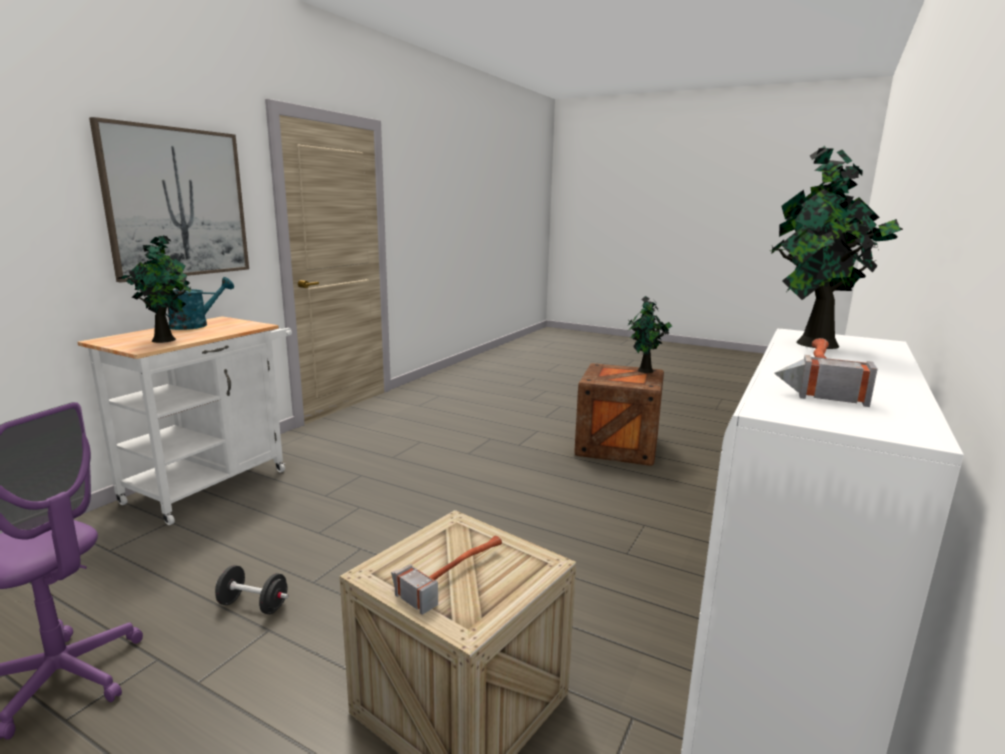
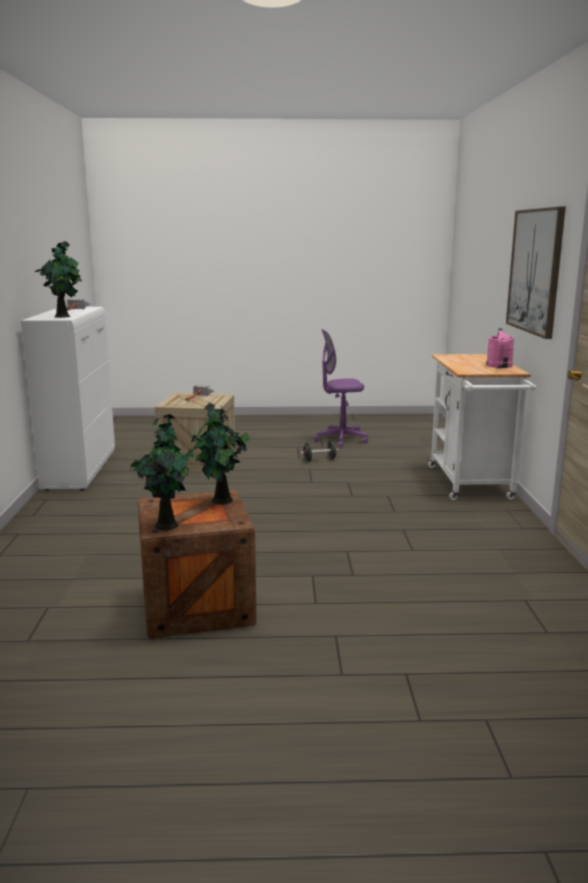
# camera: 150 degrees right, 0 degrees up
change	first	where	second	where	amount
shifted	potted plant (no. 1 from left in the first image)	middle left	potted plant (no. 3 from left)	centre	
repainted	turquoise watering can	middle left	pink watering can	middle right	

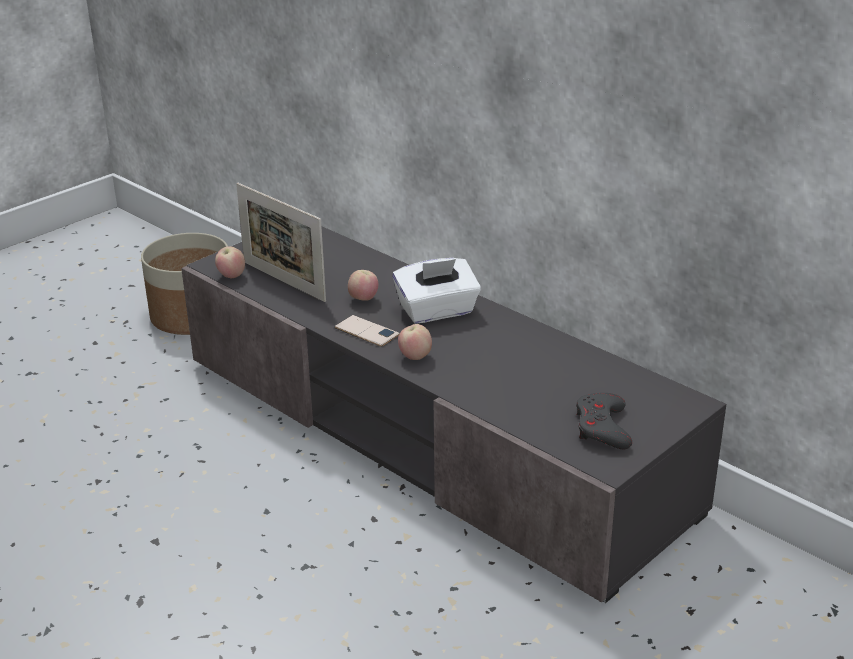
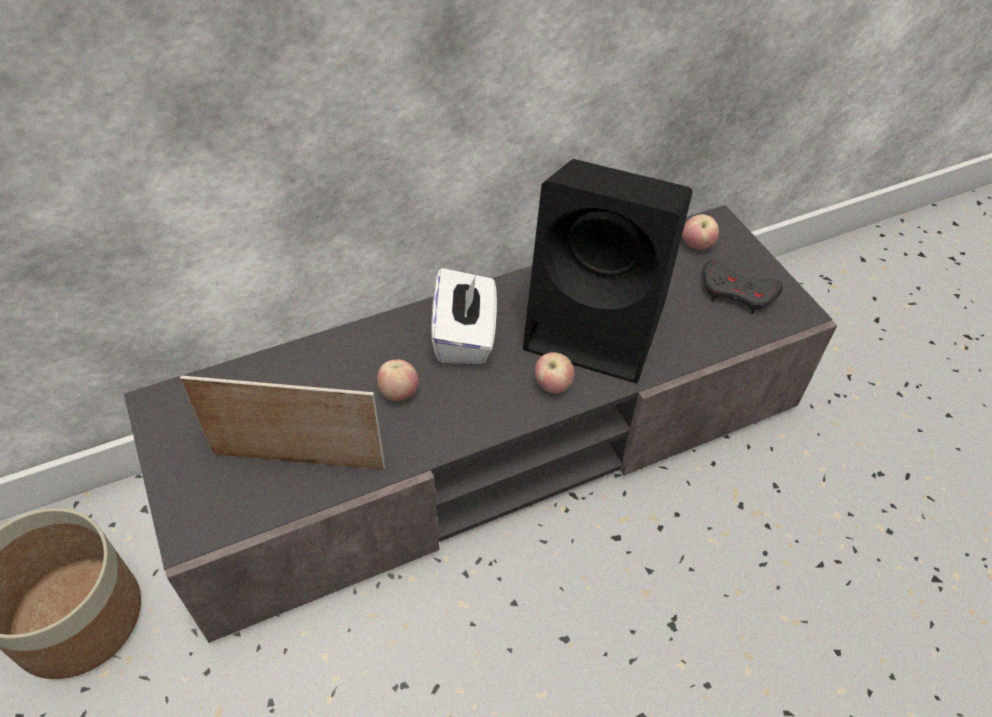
# camera: 70 degrees left, 20 degrees up
change	first	where	second	where	amount
shifted	apple (no. 1 from left in the first image)	middle left	apple (no. 3 from left)	top right	
rotated	picture frame	middle left		middle left	150 degrees counterclockwise
gone	phone	centre			
new			black speaker	centre	

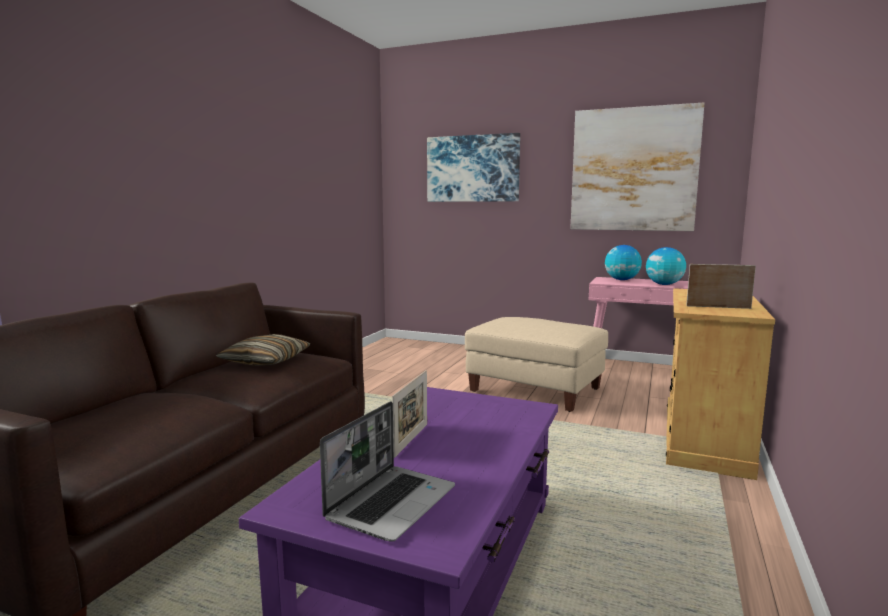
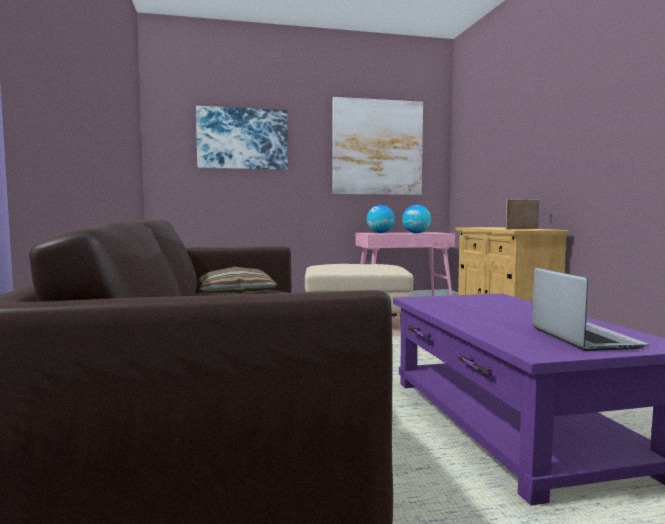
# camera: 35 degrees left, 5 degrees down
change	first	where	second	where	amount
gone	picture frame (no. 1 from left)	bottom centre			

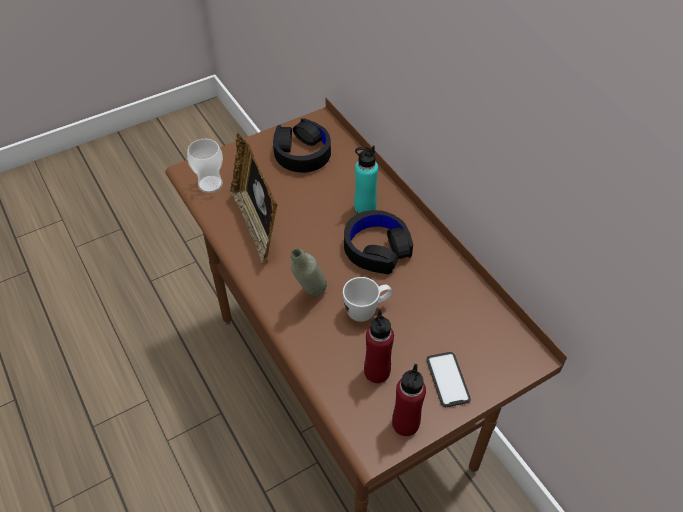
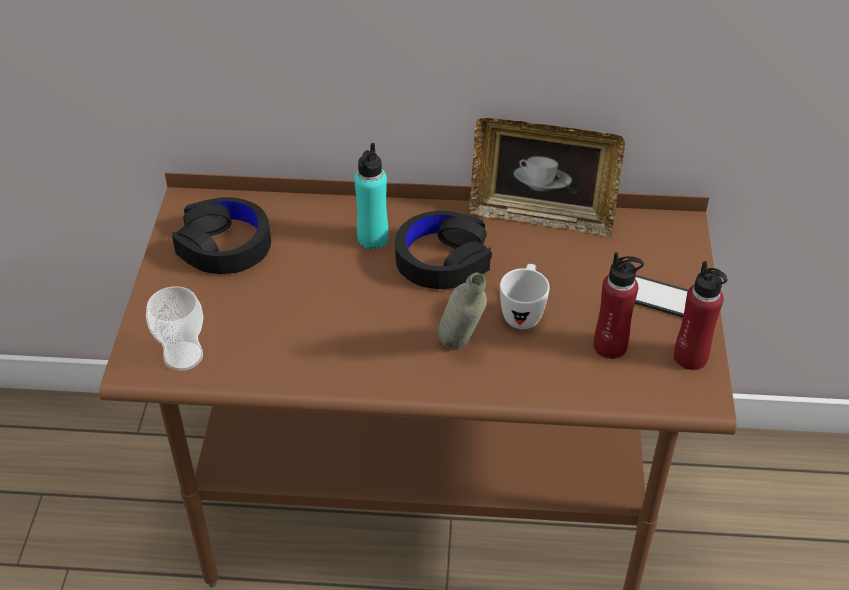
# camera: 55 degrees left, 5 degrees down
change	first	where	second	where	amount
shifted	picture frame	centre		top centre	

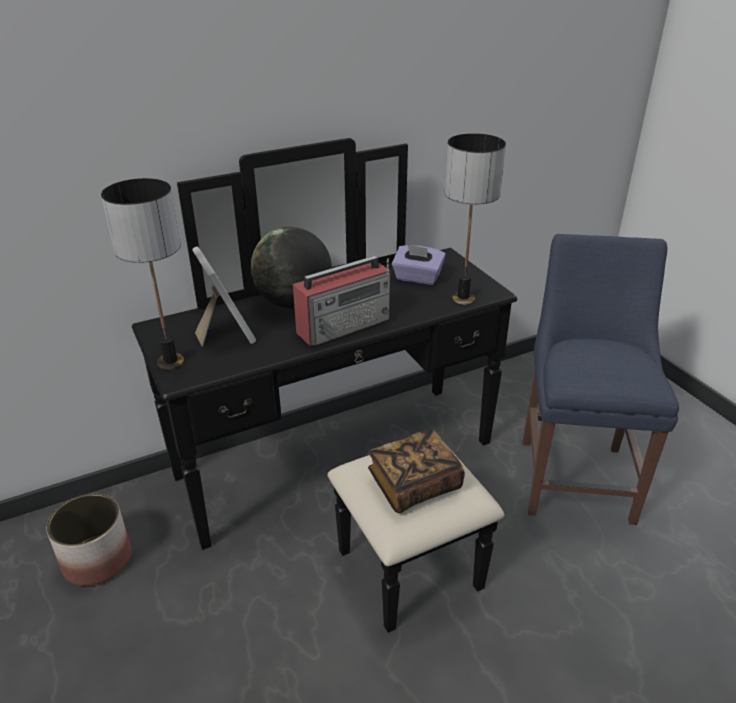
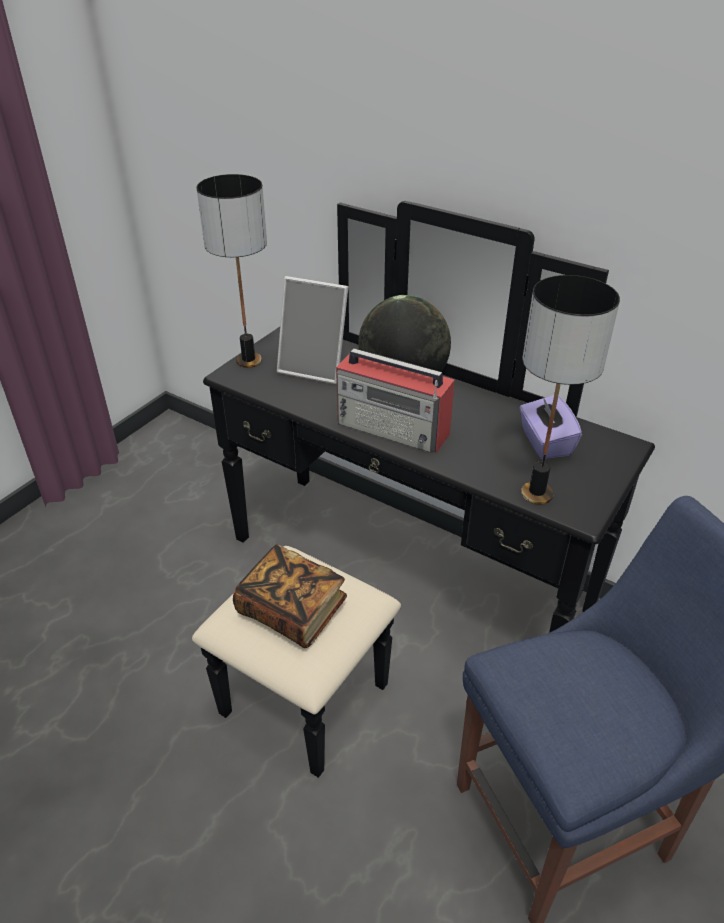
# camera: 60 degrees right, 5 degrees up
change	first	where	second	where	amount
gone	planter	bottom left			
rotated	picture frame	middle left		centre	75 degrees clockwise

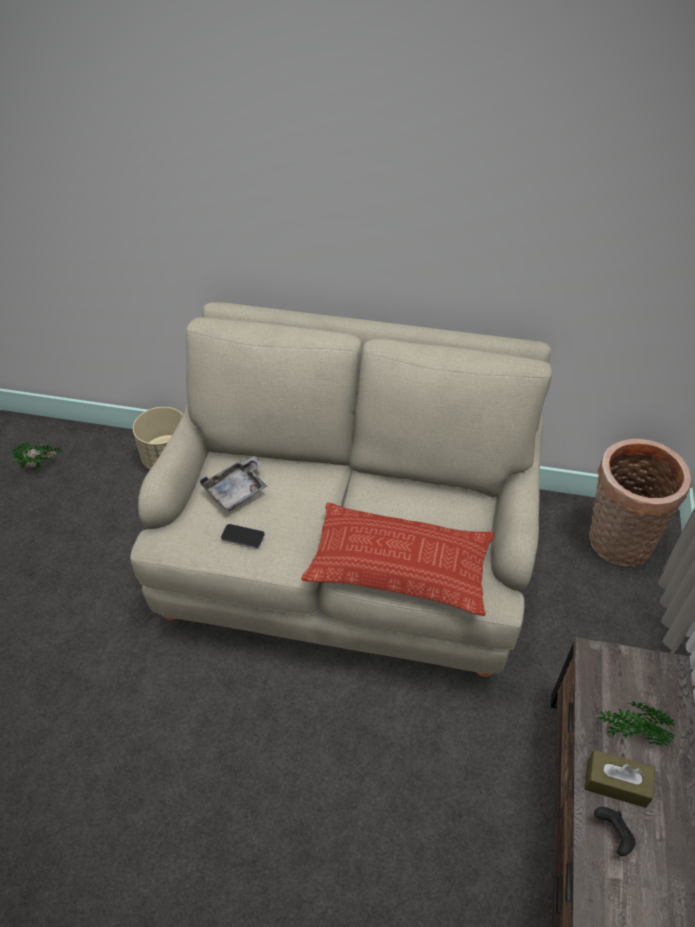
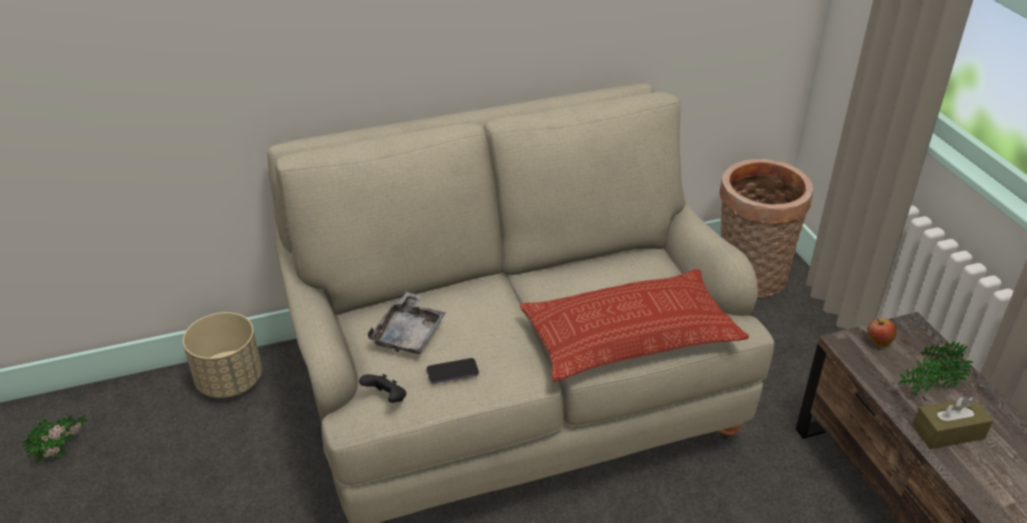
# camera: 30 degrees left, 10 degrees down
change	first	where	second	where	amount
shifted	black game controller	bottom right		bottom centre	
new			apple	middle right	

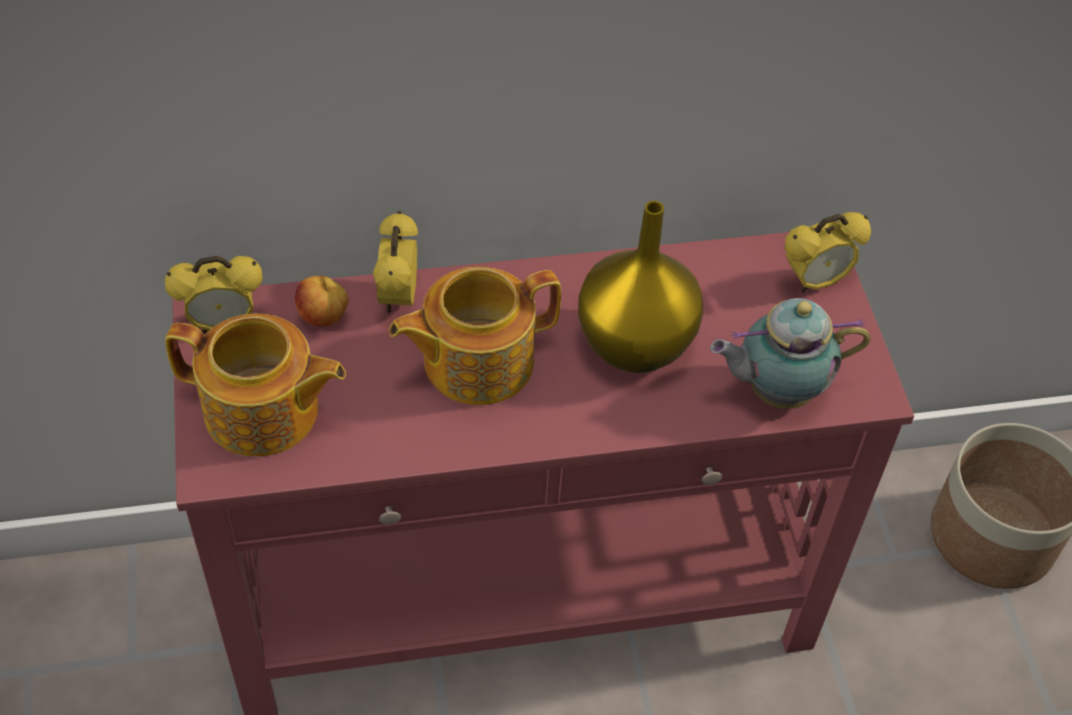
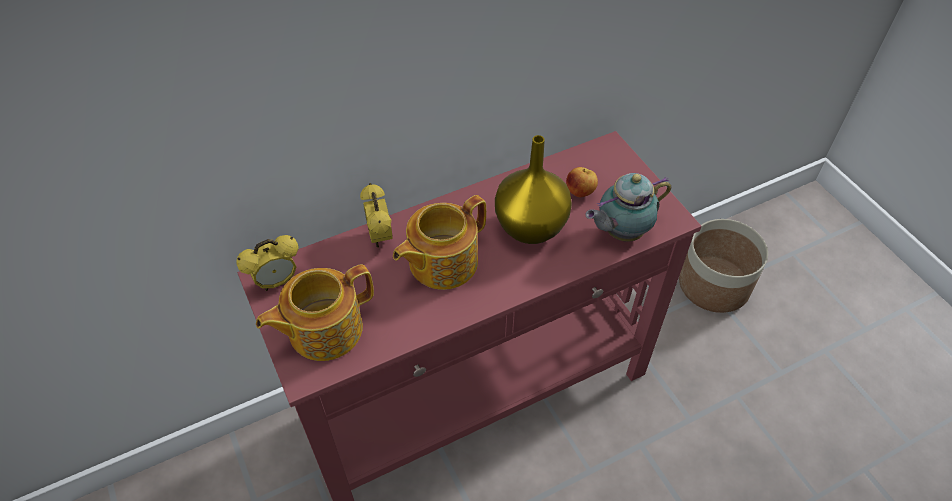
# camera: 15 degrees left, 0 degrees up
change	first	where	second	where	amount
rotated	teapot (no. 1 from left)	middle left		middle left	150 degrees clockwise
shifted	apple	middle left		centre	
gone	alarm clock (no. 3 from left)	middle right			

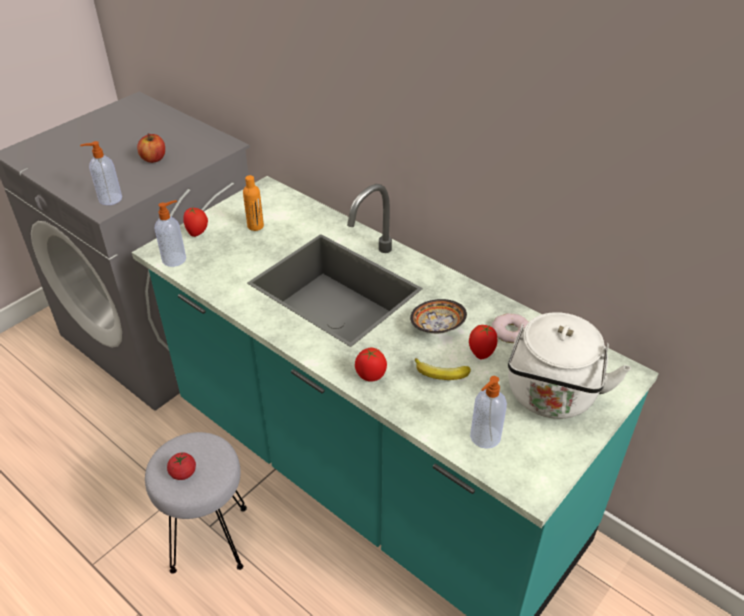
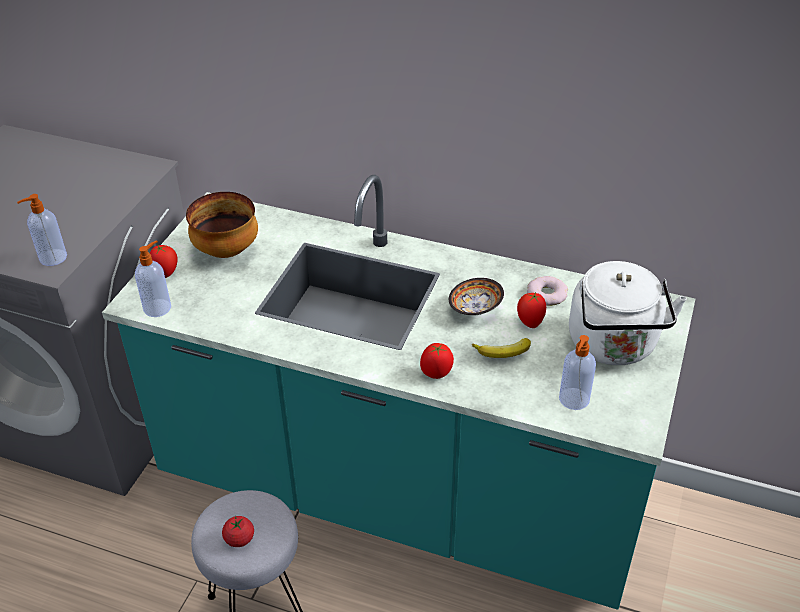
# camera: 20 degrees left, 0 degrees up
change	first	where	second	where	amount
gone	apple	top left			
swapped	orange bottle	top centre	bowl (no. 1 from left)	middle left	

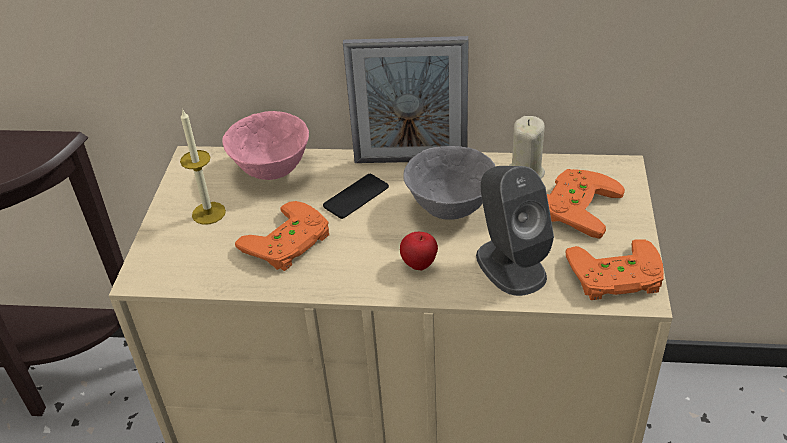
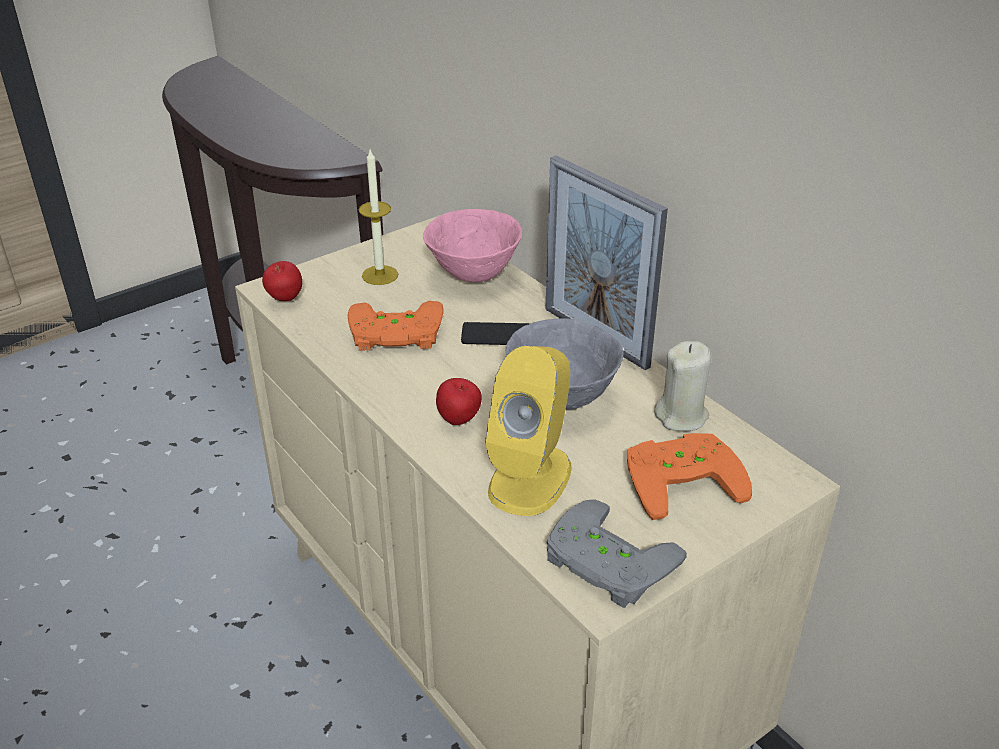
# camera: 45 degrees right, 5 degrees down
change	first	where	second	where	amount
repainted	grey speaker	centre	yellow speaker	centre	
repainted	orange game controller (no. 3 from left)	middle right	grey game controller	bottom centre	
new			apple (no. 1 from left)	middle left	

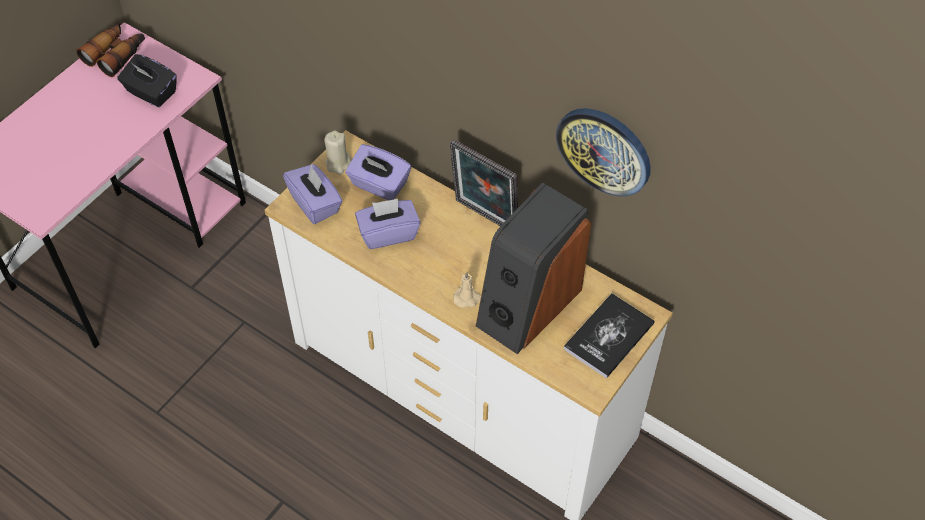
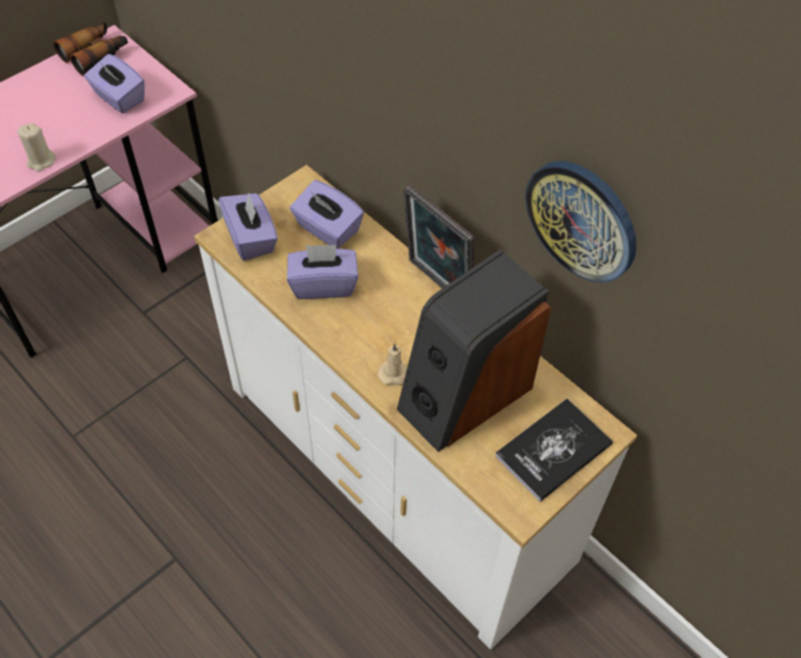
# camera: 10 degrees right, 0 degrees up
change	first	where	second	where	amount
repainted	black tissue box	top left	purple tissue box (no. 1 from left)	top left	
shifted	beige candle (no. 1 from left)	top centre		top left	

